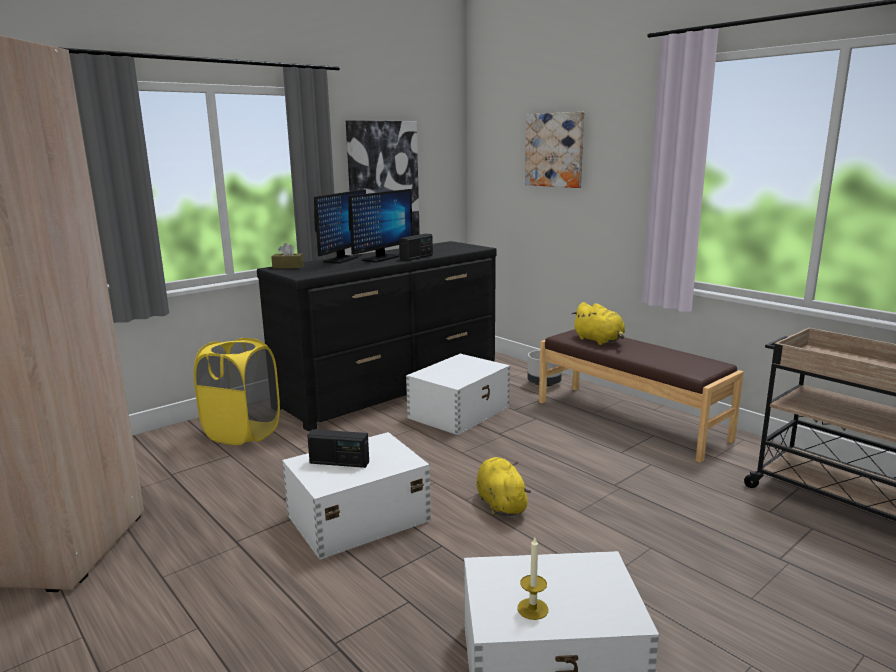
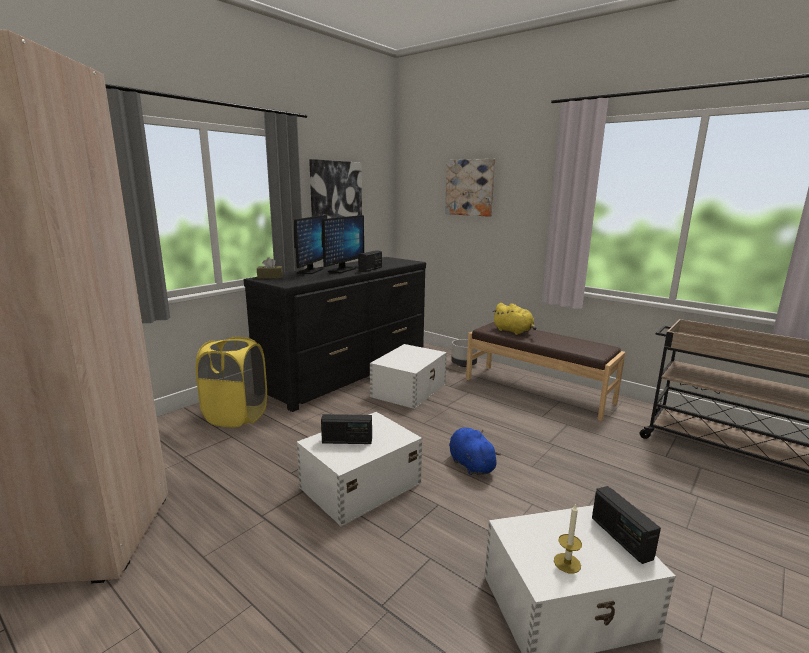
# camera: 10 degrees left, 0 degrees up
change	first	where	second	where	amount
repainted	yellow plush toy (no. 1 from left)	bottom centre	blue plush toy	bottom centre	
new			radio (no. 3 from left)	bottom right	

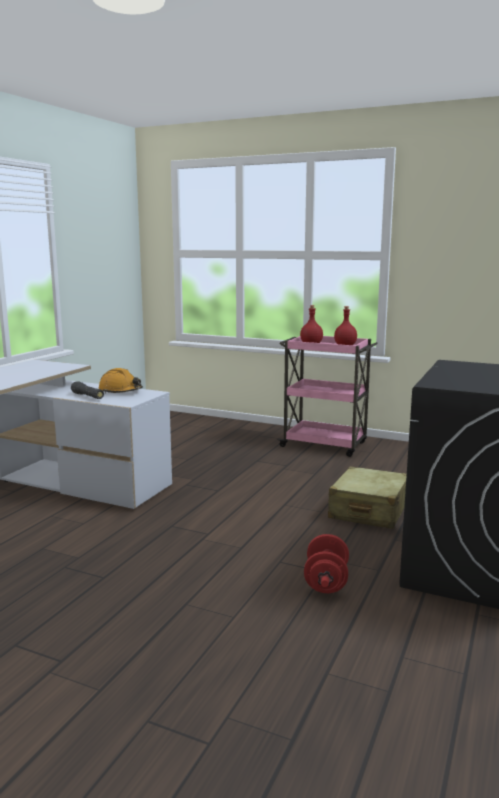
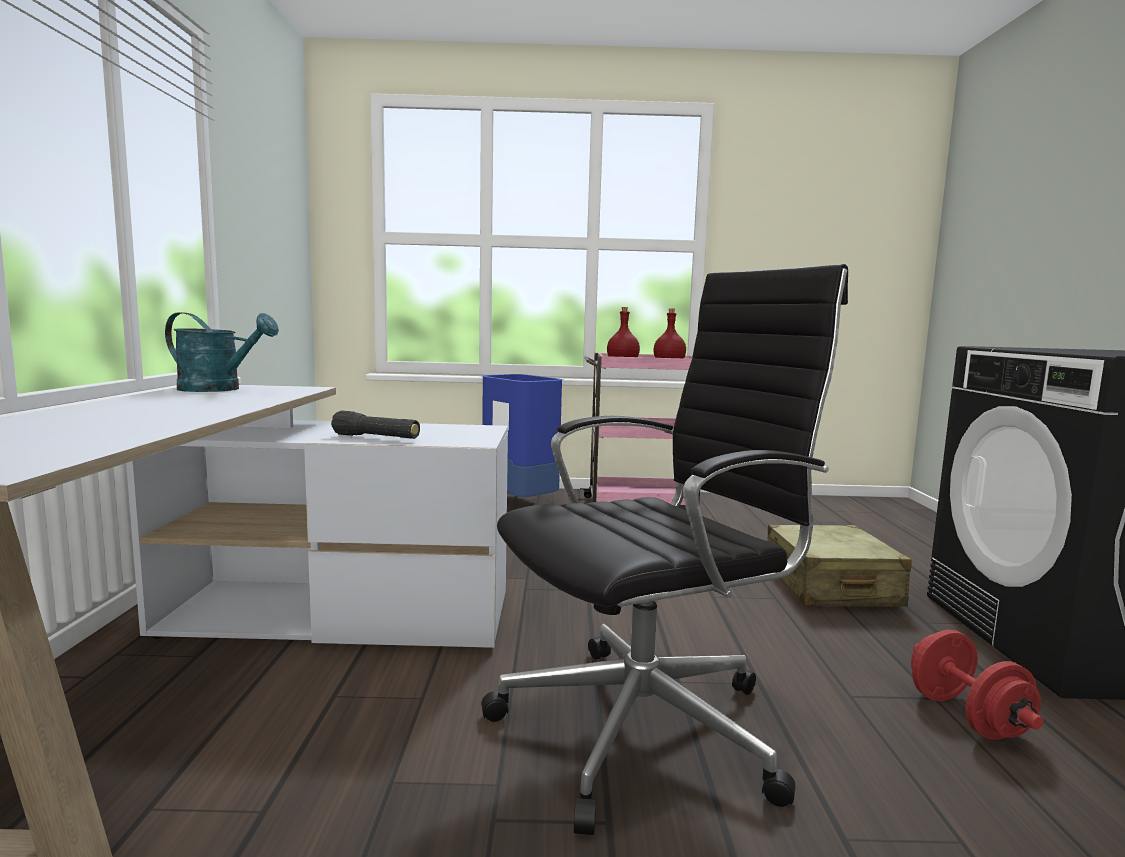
# camera: 25 degrees left, 5 degrees down
change	first	where	second	where	amount
gone	orange hard hat	middle left			
new			turquoise watering can	middle left	
new			black office chair	centre	
new			blue trash can	centre	

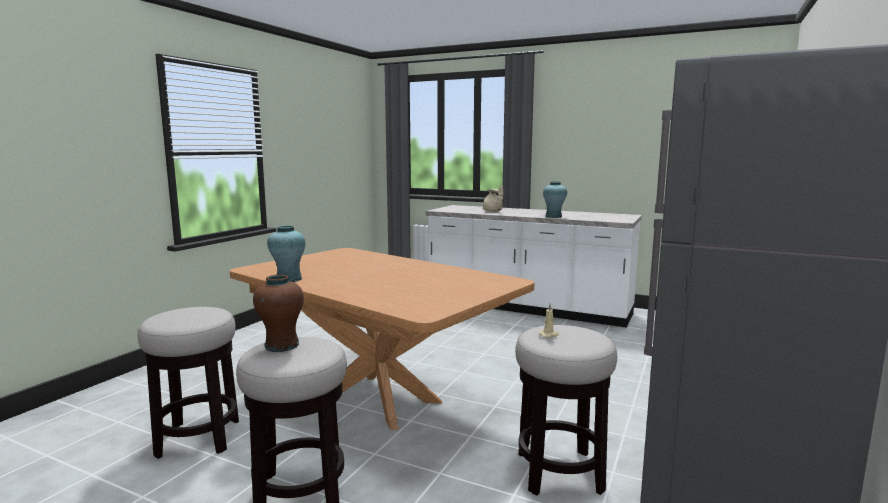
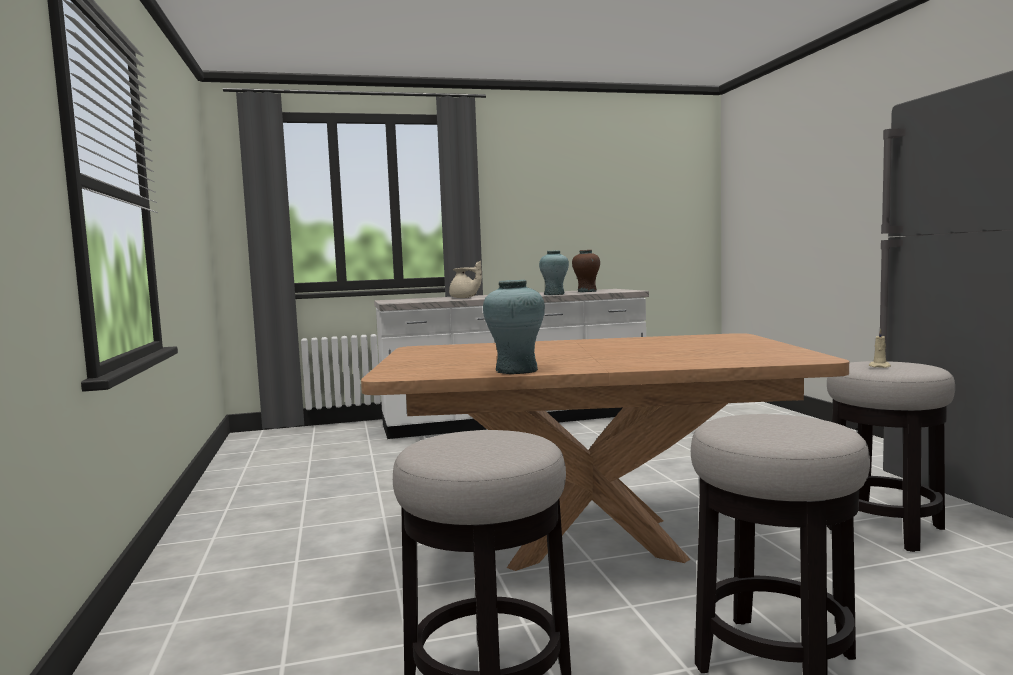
# camera: 40 degrees left, 5 degrees down
change	first	where	second	where	amount
shifted	brown vase	middle left		centre	

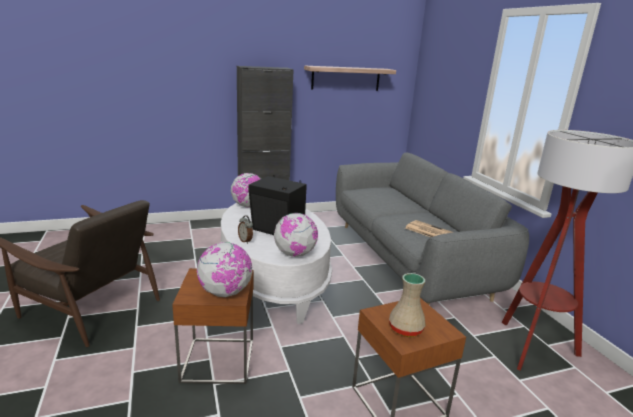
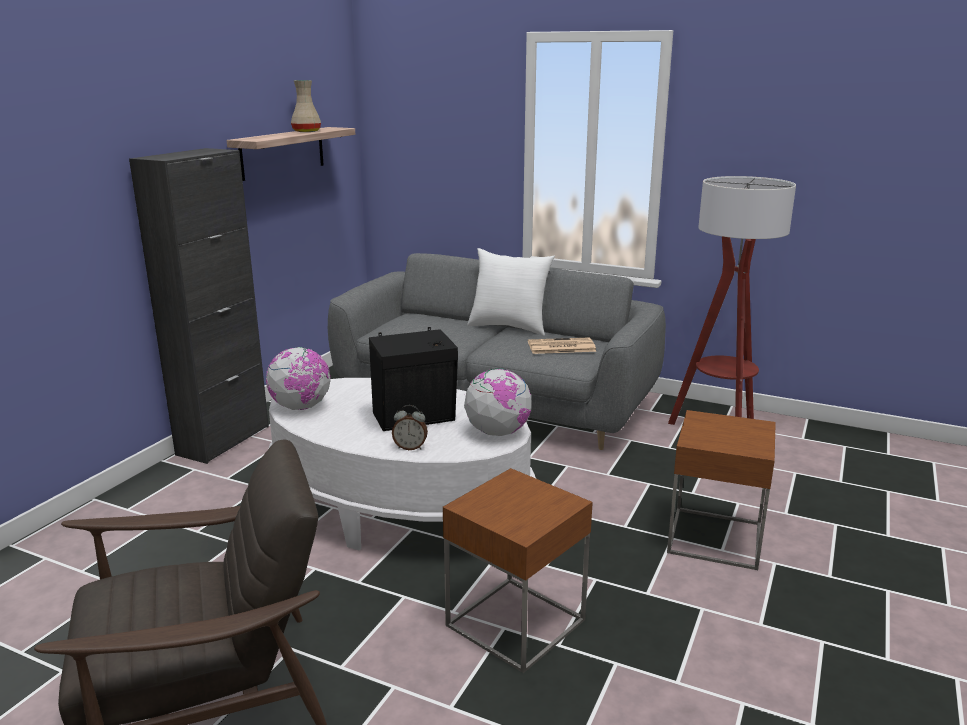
# camera: 45 degrees left, 0 degrees up
change	first	where	second	where	amount
gone	globe (no. 1 from left)	centre			
shifted	beige vase	bottom centre		top left	
new			white pillow	centre	

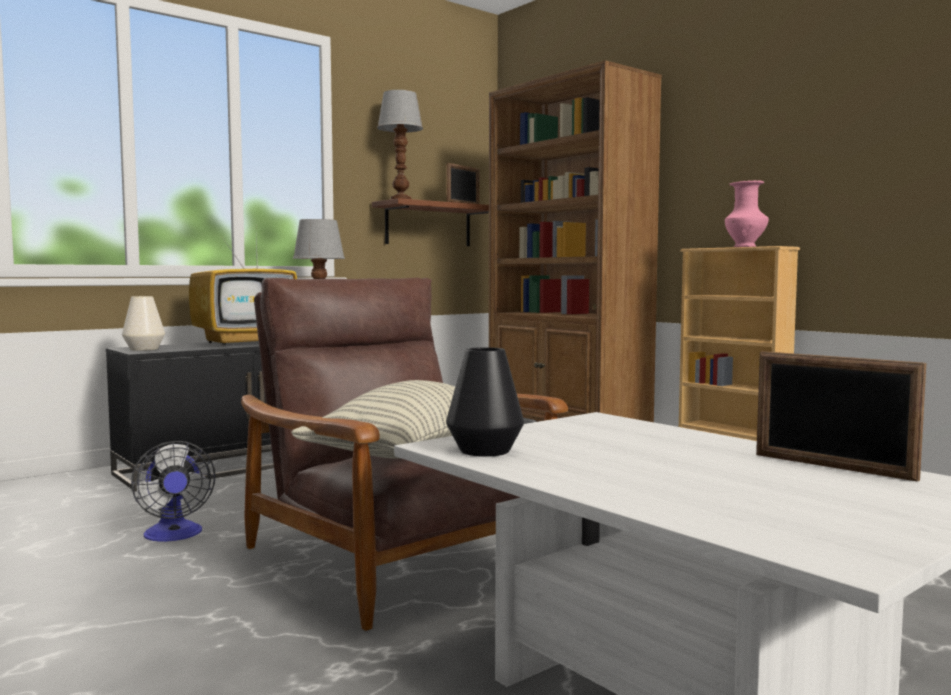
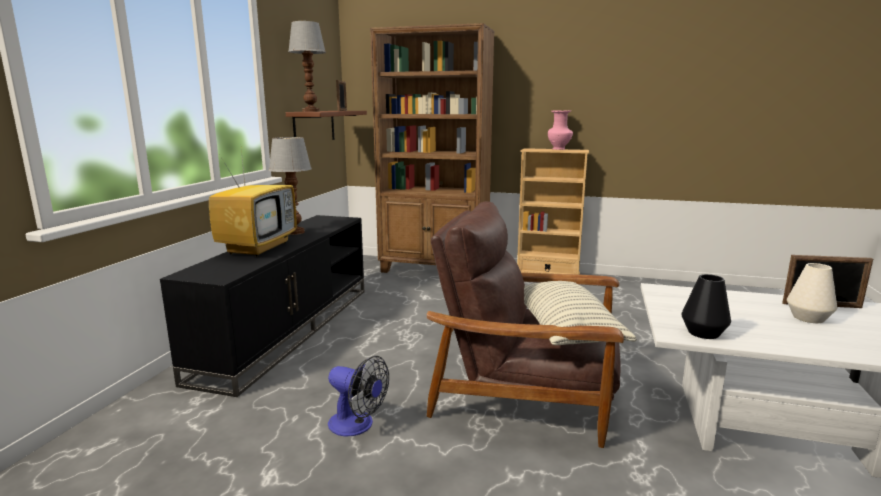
# camera: 35 degrees left, 10 degrees up
change	first	where	second	where	amount
shifted	white vase	middle left		middle right	

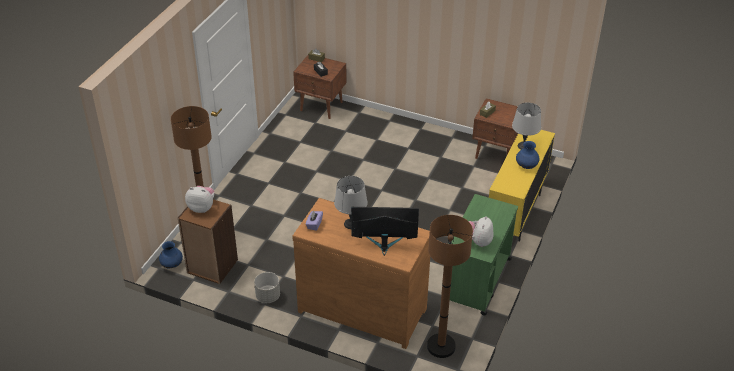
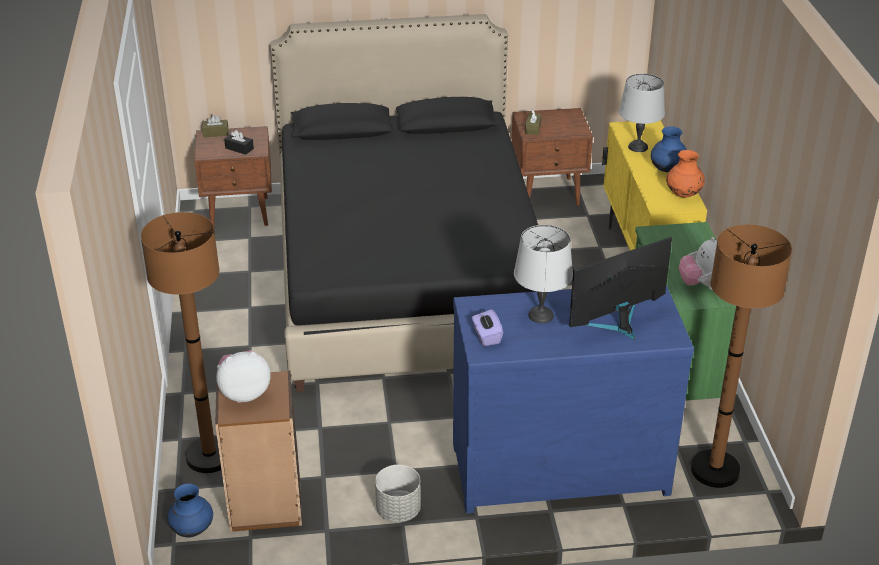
# camera: 30 degrees left, 5 degrees down
change	first	where	second	where	amount
repainted	brown dresser	bottom centre	blue dresser	bottom centre	
new			black bed	centre	
new			orange vase	top right	

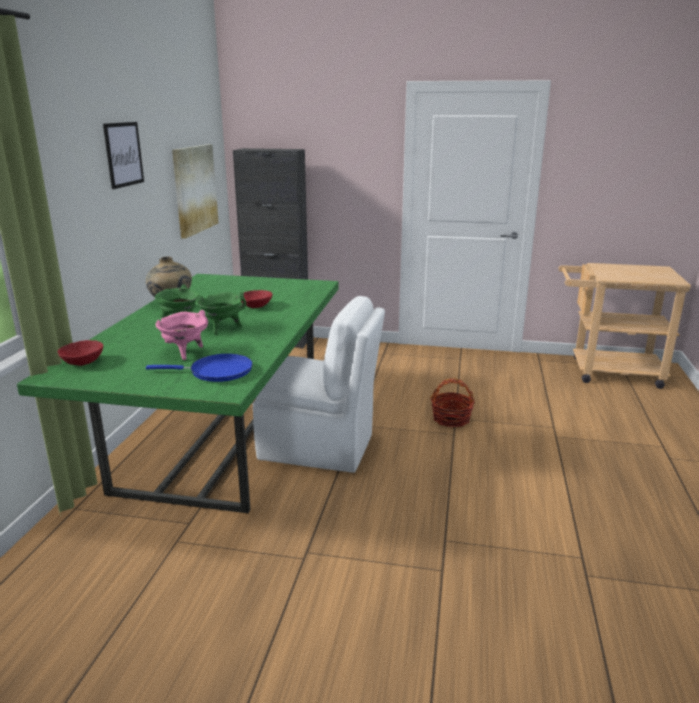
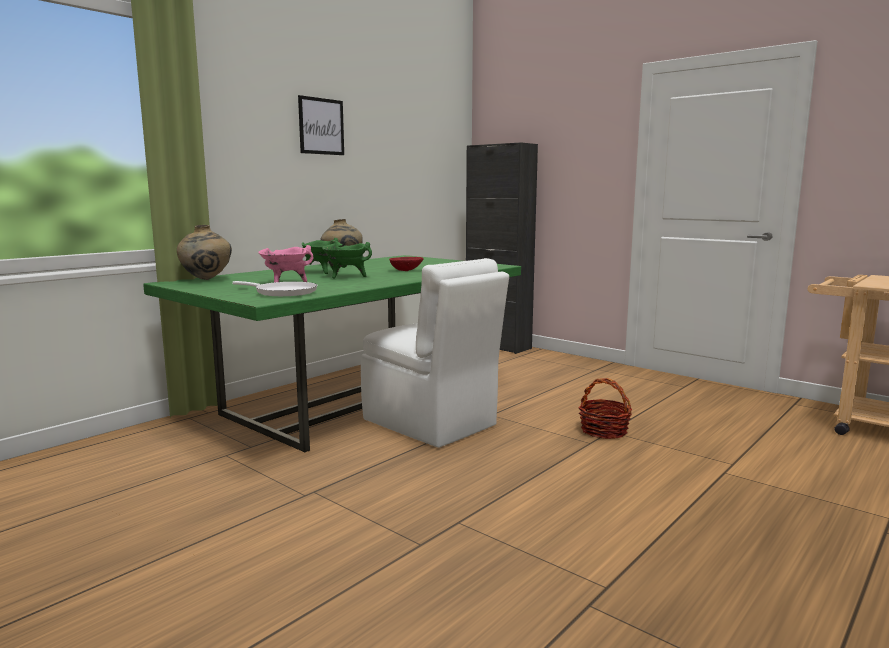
# camera: 30 degrees right, 10 degrees down
change	first	where	second	where	amount
swapped	red bowl (no. 1 from left)	middle left	beige vase (no. 1 from left)	middle left	
repainted	blue frying pan	middle left	white frying pan	middle left	
gone	picture (no. 2 from left)	top left			

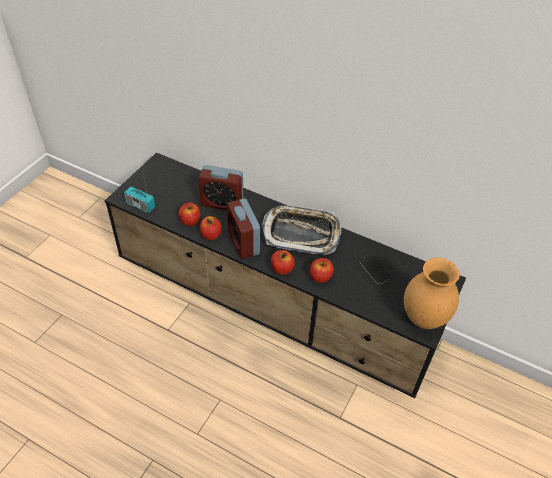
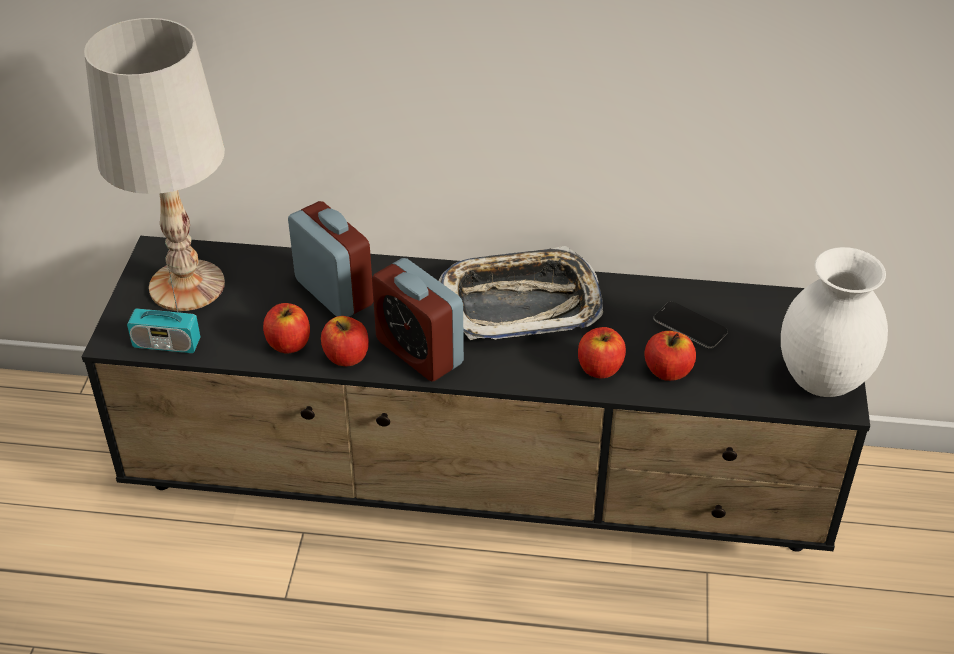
# camera: 20 degrees left, 5 degrees down
change	first	where	second	where	amount
rotated	alarm clock (no. 1 from left)	centre		centre	120 degrees counterclockwise
shifted	apple (no. 3 from left in the first image)	centre	apple (no. 4 from left)	middle right	
repainted	brown vase	middle right	white vase	middle right	
new			white table lamp	top left	

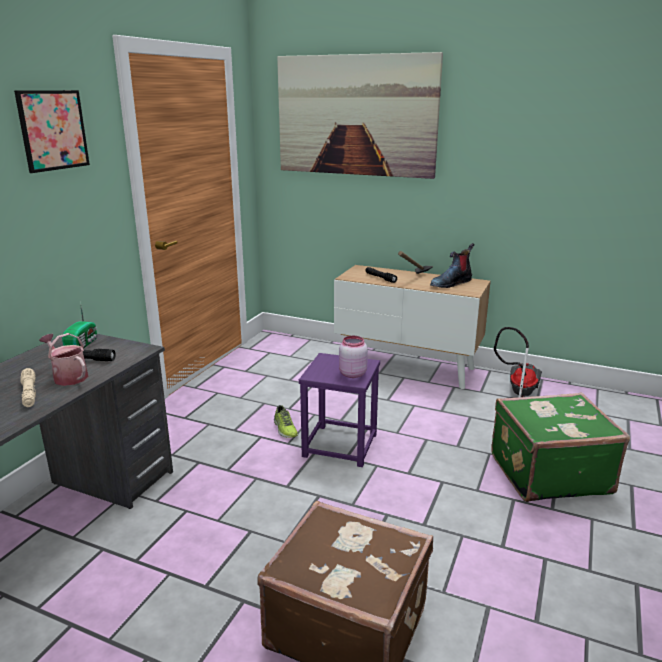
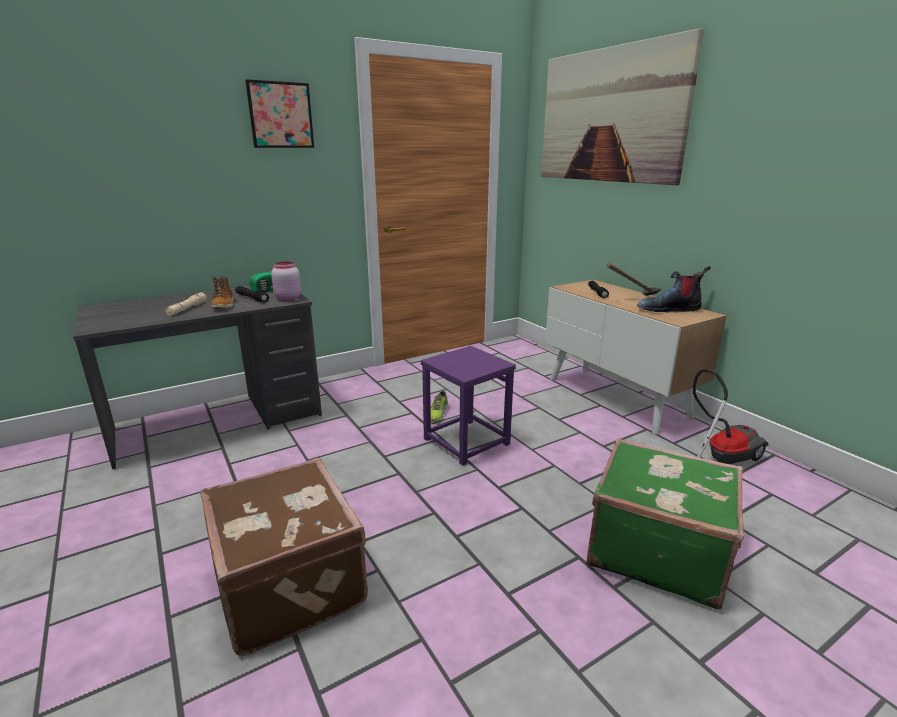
# camera: 35 degrees right, 0 degrees up
change	first	where	second	where	amount
swapped	watering can	middle left	boot (no. 1 from left)	middle left	
shifted	pink jar	centre		middle left	

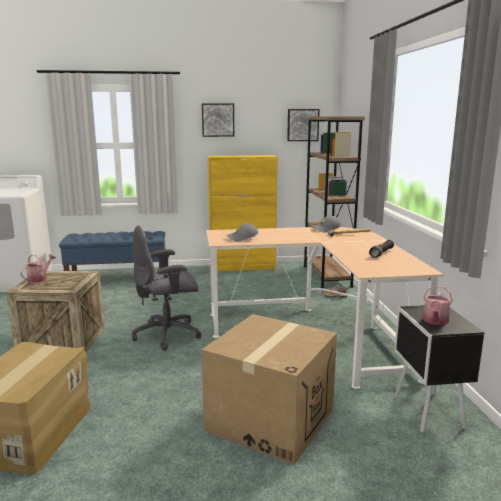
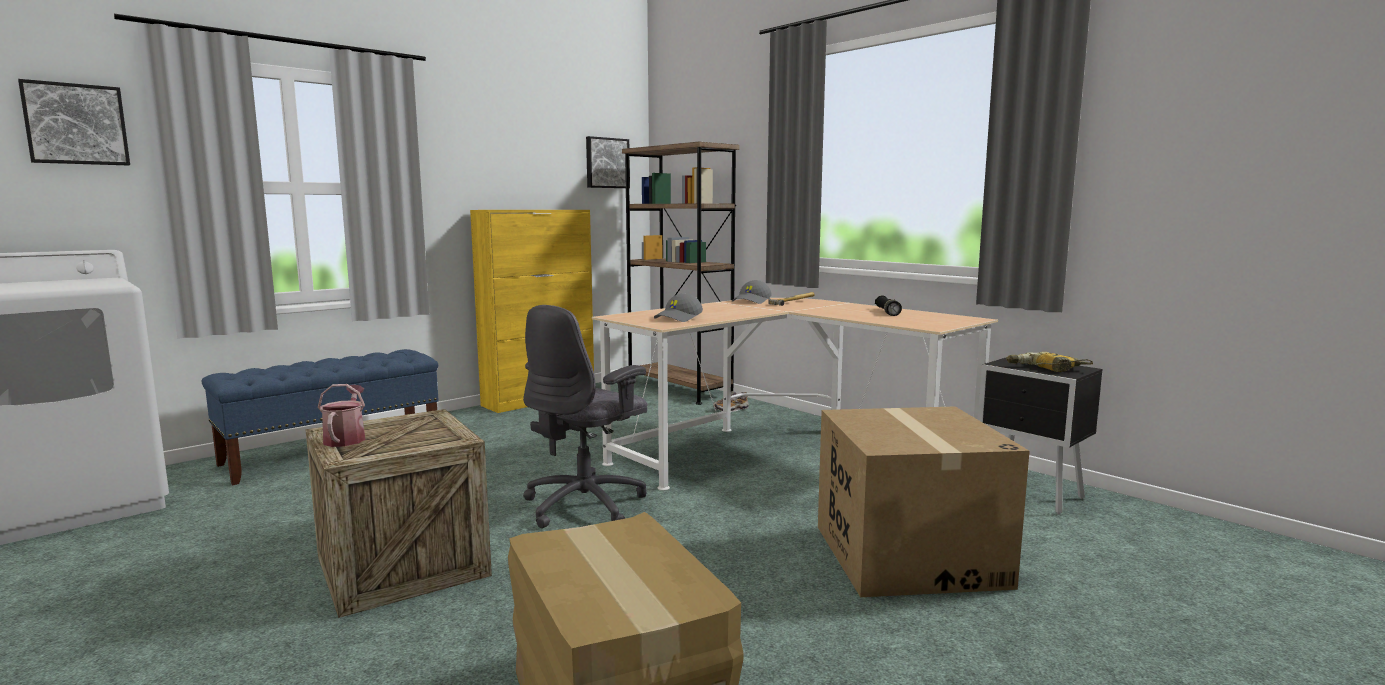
# camera: 35 degrees left, 5 degrees down
change	first	where	second	where	amount
shifted	picture (no. 1 from left)	top centre		top left	
swapped	watering can (no. 2 from left)	middle right	power drill	middle right	

